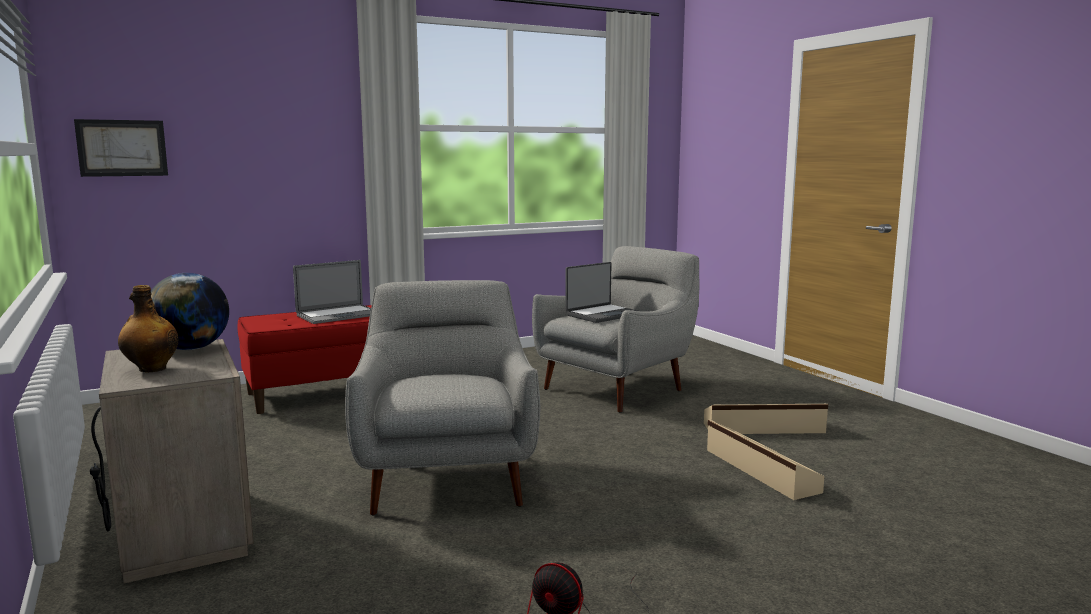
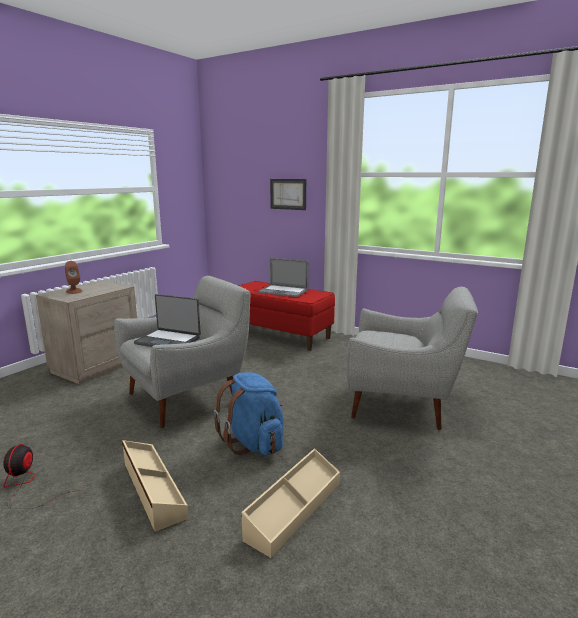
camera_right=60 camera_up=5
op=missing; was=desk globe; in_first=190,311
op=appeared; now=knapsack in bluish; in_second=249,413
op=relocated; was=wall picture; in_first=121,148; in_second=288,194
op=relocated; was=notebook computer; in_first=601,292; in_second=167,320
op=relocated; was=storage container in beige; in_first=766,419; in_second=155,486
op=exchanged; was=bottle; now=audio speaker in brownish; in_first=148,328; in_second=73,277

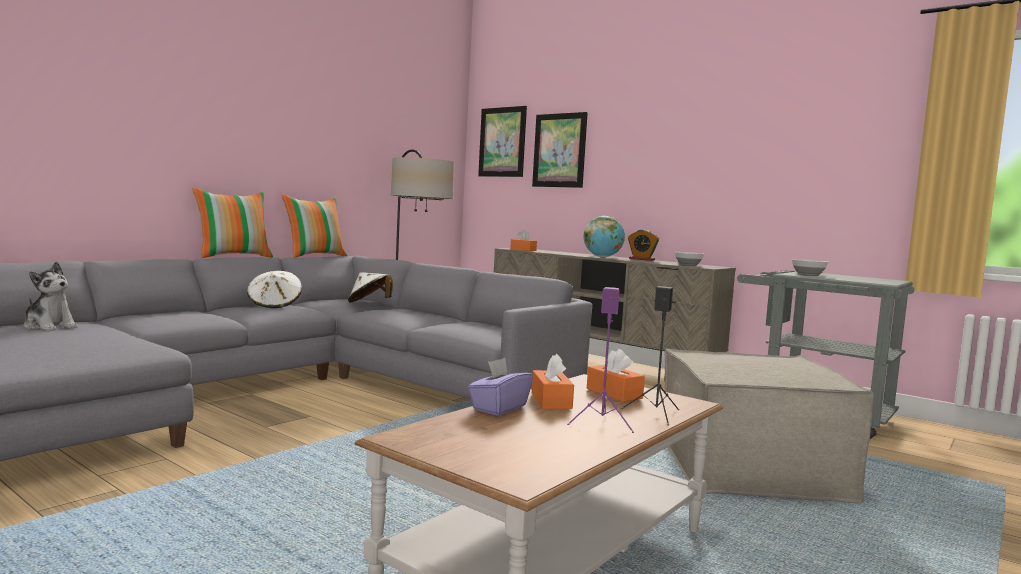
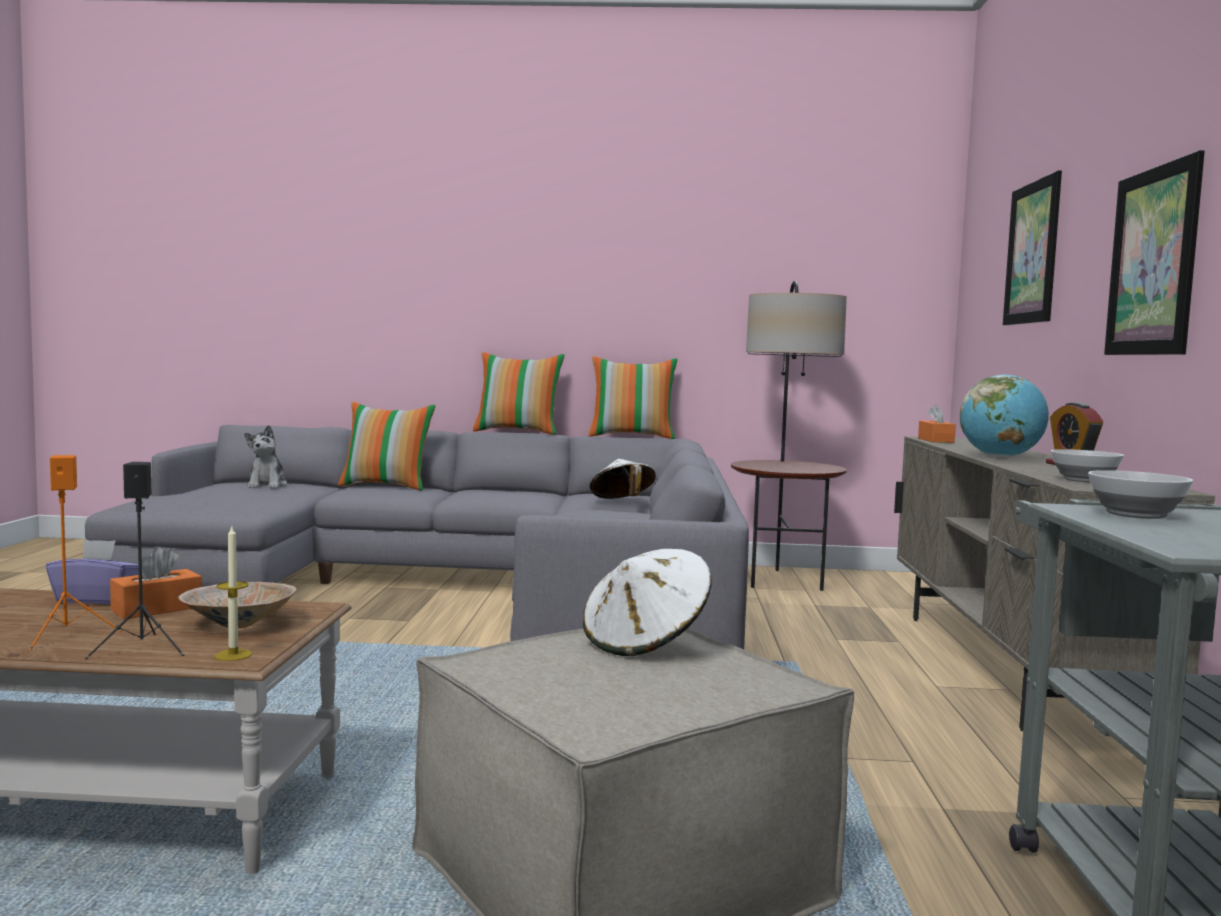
camera_right=55 camera_up=0
op=appeared; now=wax light; in_second=233,594
op=appeared; now=pillow; in_second=387,446
op=relocated; was=clothing hat in white-coloured; in_first=274,289; in_second=647,602
op=relocated; was=wall picture; in_first=502,141; in_second=1154,252
op=exchanged; was=tissue holder in orangey; now=deep dish in beige; in_first=616,375; in_second=237,605
op=colour; was=audio speaker in purple; now=audio speaker in orangey; in_first=600,360; in_second=75,552

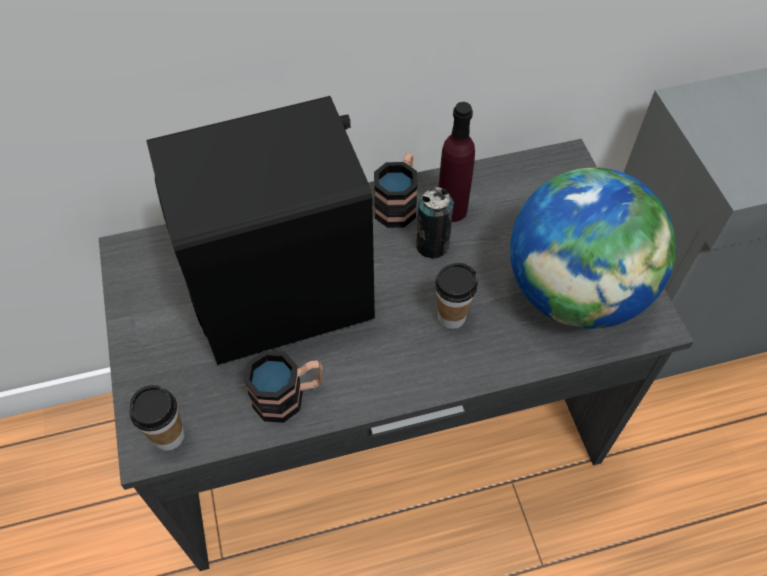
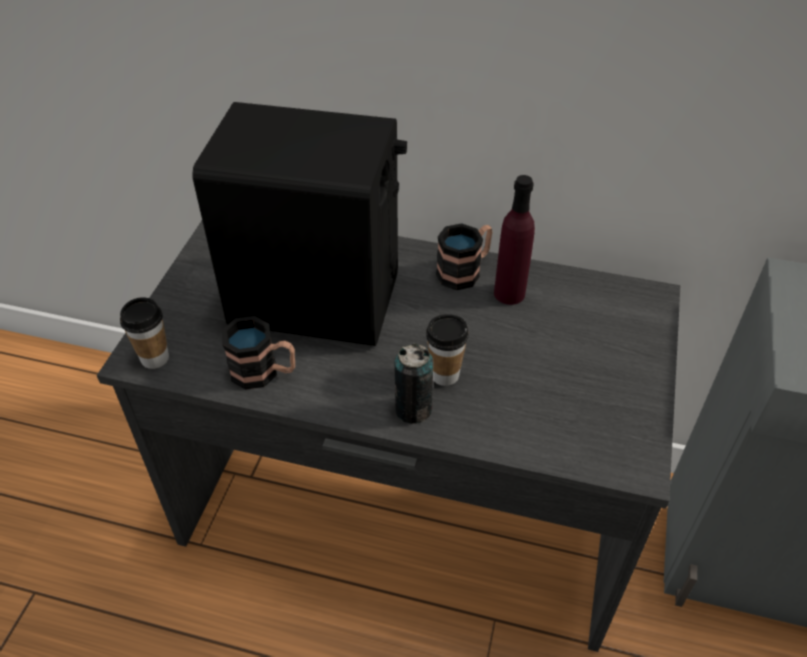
camera_right=30 camera_up=-10
op=missing; was=desk globe; in_first=593,248
op=relocated; was=sealed can; in_first=435,223; in_second=413,383

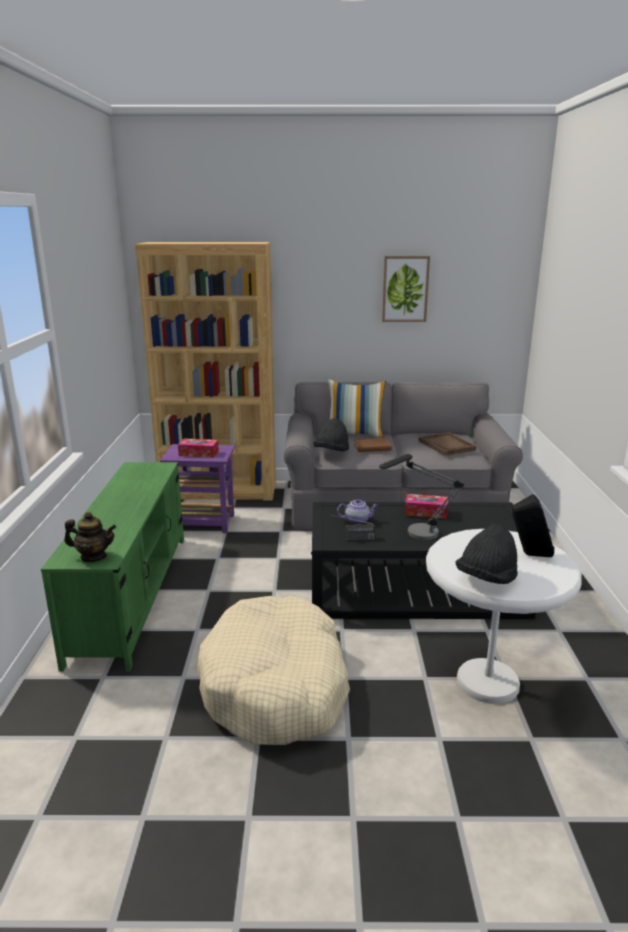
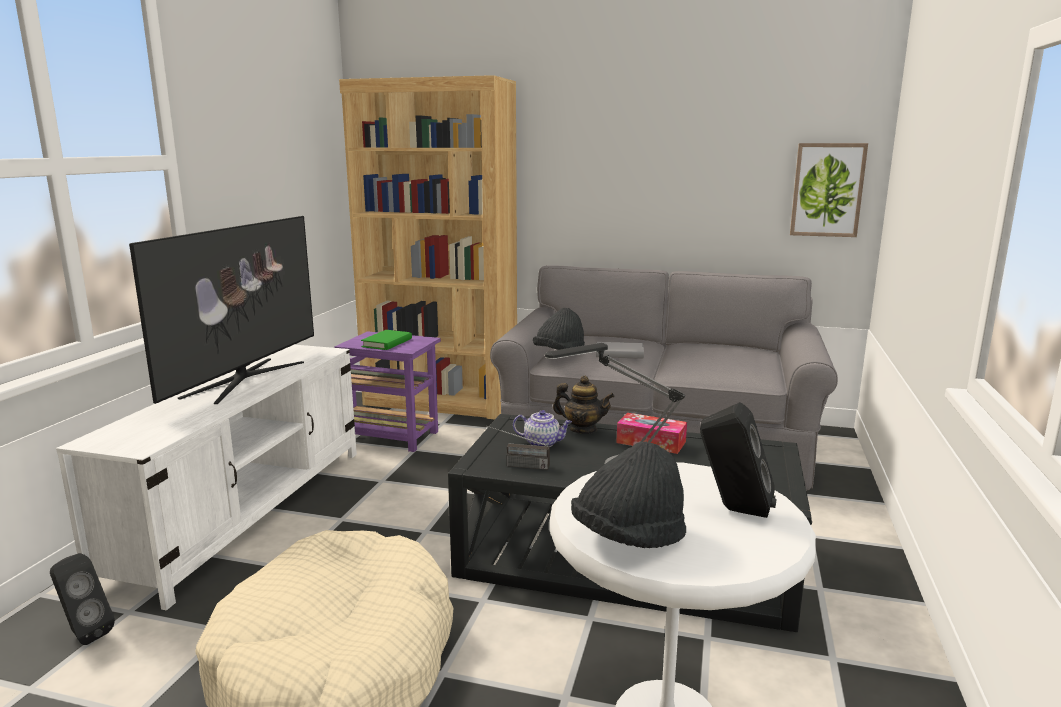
camera_right=15 camera_up=-5
op=missing; was=pillow; in_first=357,408
op=missing; was=carrying tray in brownish; in_first=447,444
op=appeared; now=audio speaker in blackish; in_second=82,599
op=appeared; now=TV; in_second=221,310
op=relocated; was=teapot; in_first=90,537; in_second=583,405
op=relocated; was=wall picture; in_first=406,289; in_second=829,190
op=exchanged; was=tissue holder; now=volume in greenish; in_first=198,448; in_second=386,340
op=colour; was=tv stand in greenish; now=tv stand in white-coloured; in_first=112,567; in_second=206,477
op=colour; was=volume in brownish; now=volume in grey; in_first=373,445; in_second=620,350

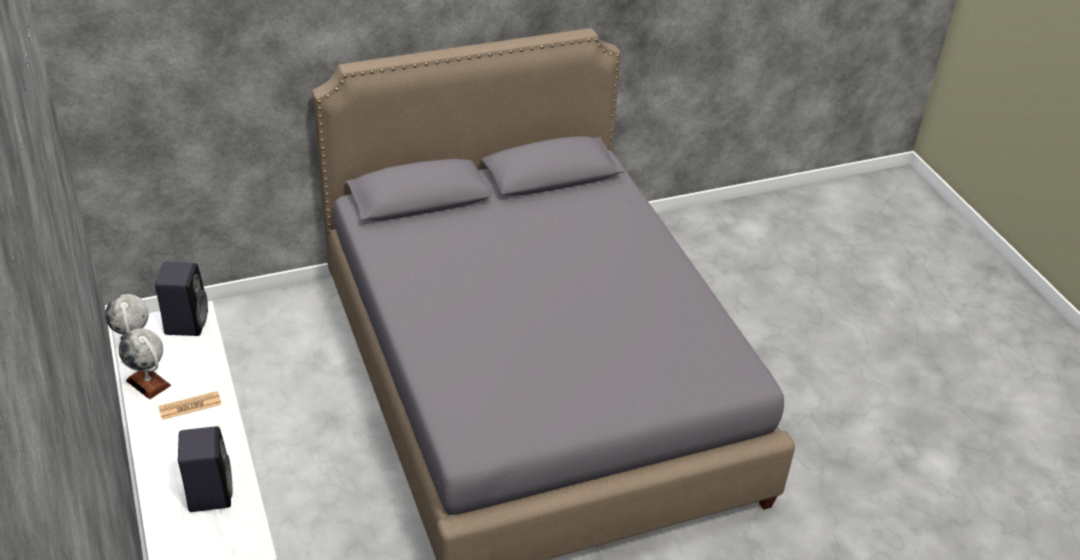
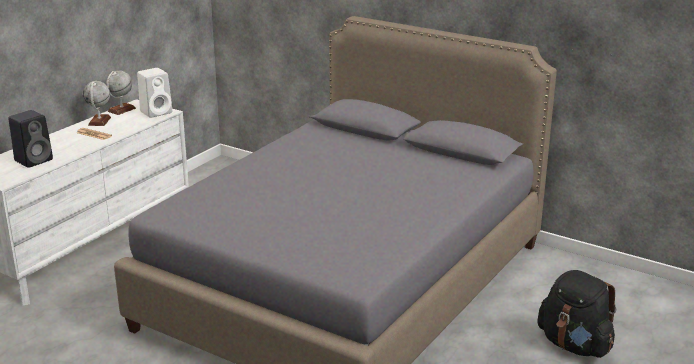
camera_right=55 camera_up=-15
op=appeared; now=knapsack in blackish; in_second=577,314
op=colour; was=audio speaker in blackish; now=audio speaker in white-coloured; in_first=181,299; in_second=154,93

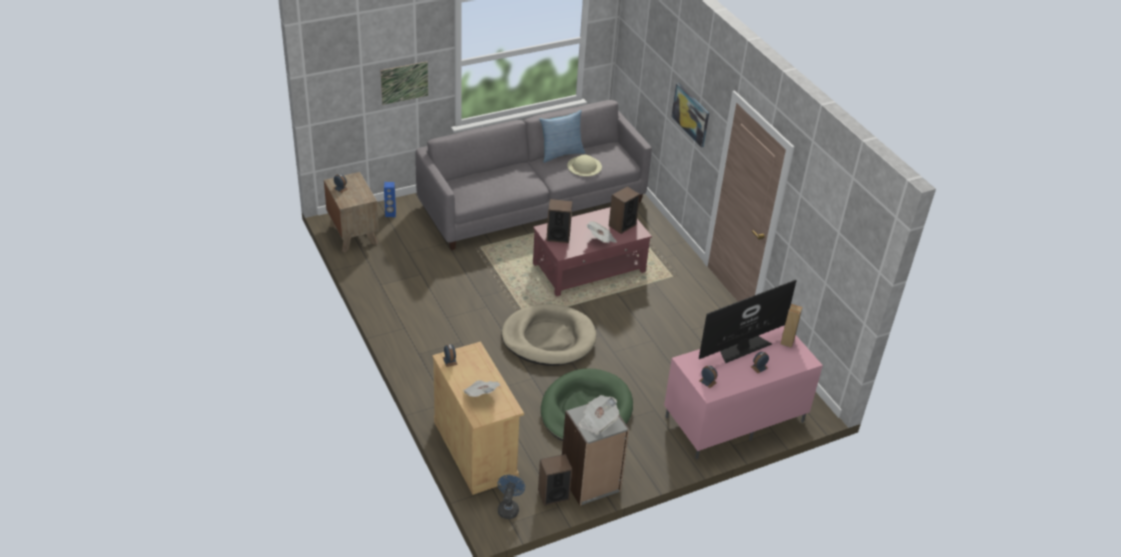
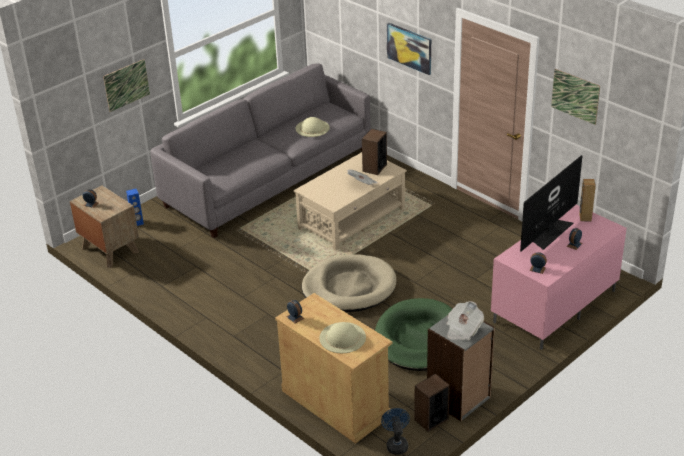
camera_right=-15 camera_up=-5
op=missing; was=pillow; in_first=562,136
op=missing; was=audio speaker; in_first=559,221
op=appeared; now=wall picture; in_second=575,97
op=exchanged; was=printed paper; now=clothing hat in beige; in_first=481,388; in_second=342,337
op=colour; was=coffee table in red; now=coffee table in beige; in_first=592,252; in_second=350,201

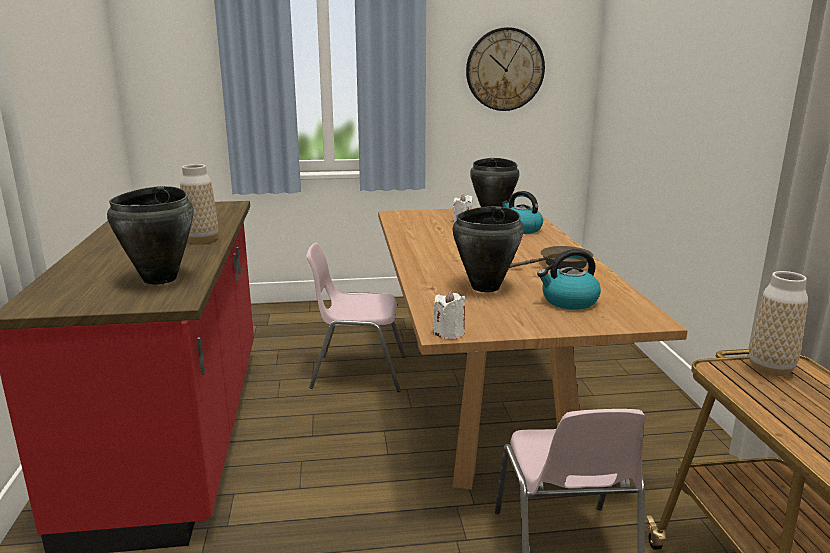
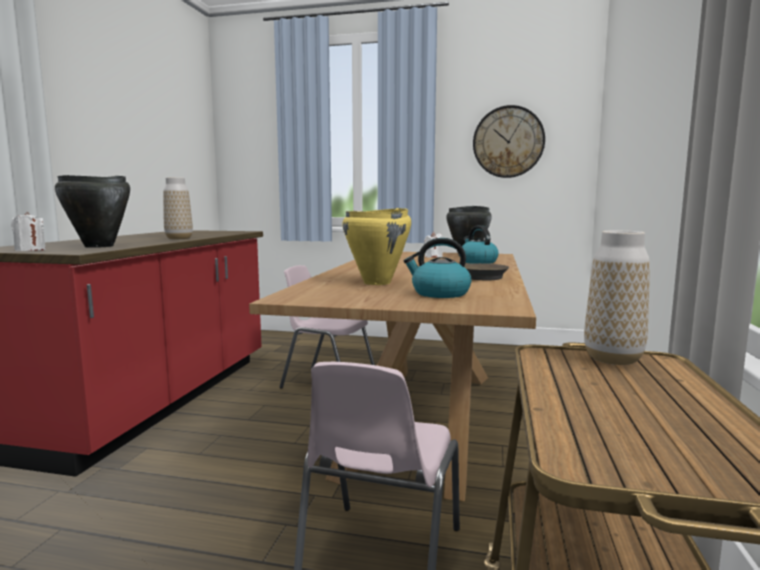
camera_right=20 camera_up=-10
op=relocated; was=wax light in white-coloured; in_first=449,314; in_second=28,231
op=colour; was=saucepot in blackish; now=saucepot in yellowish; in_first=488,249; in_second=376,246

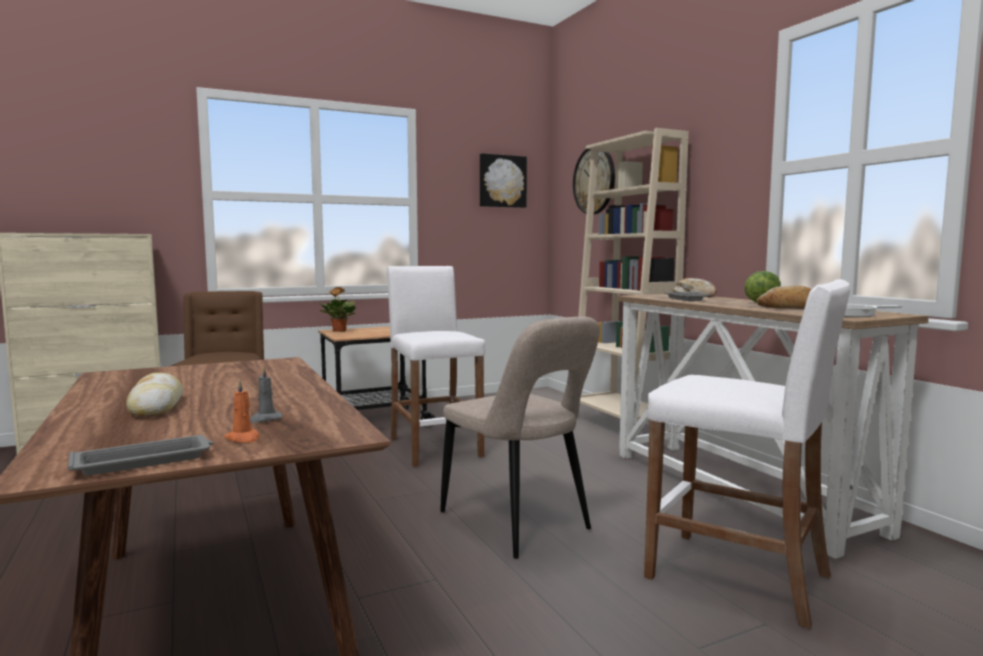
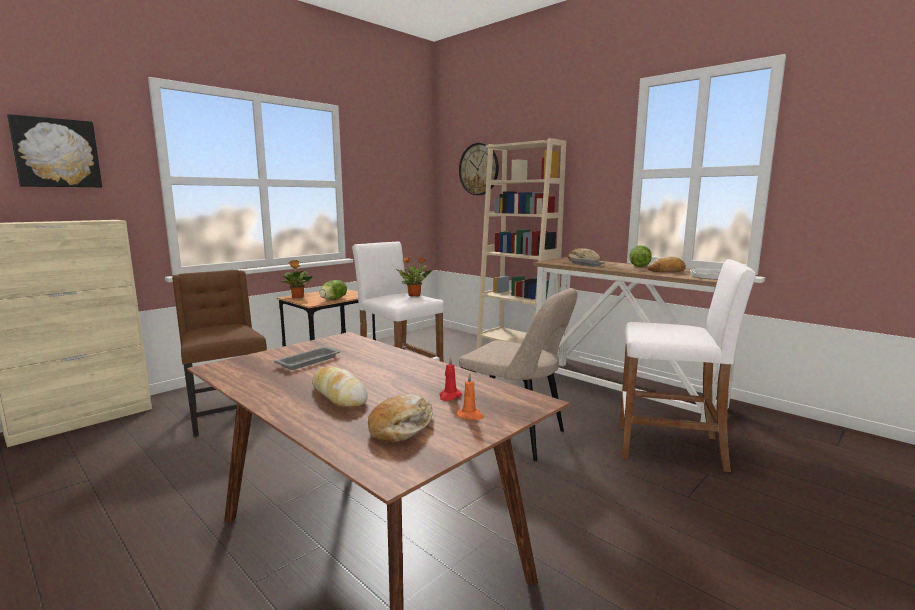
camera_right=-20 camera_up=5
op=appeared; now=lettuce head; in_second=333,290
op=appeared; now=baked bread; in_second=400,418
op=appeared; now=houseplant; in_second=414,276
op=relocated; was=carrying tray in grey; in_first=141,455; in_second=307,358
op=relocated; was=wall picture; in_first=503,180; in_second=54,151
op=colour; was=wax light in grey; now=wax light in red; in_first=266,395; in_second=450,379

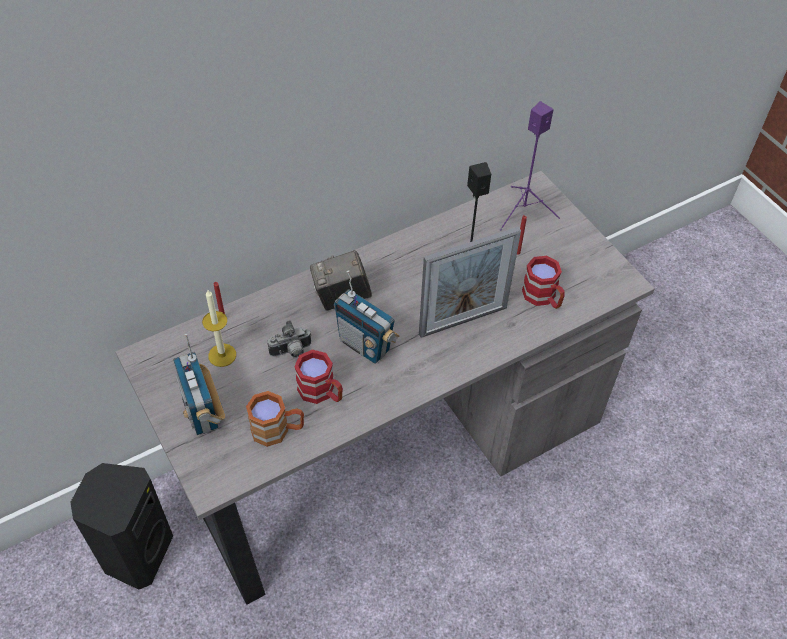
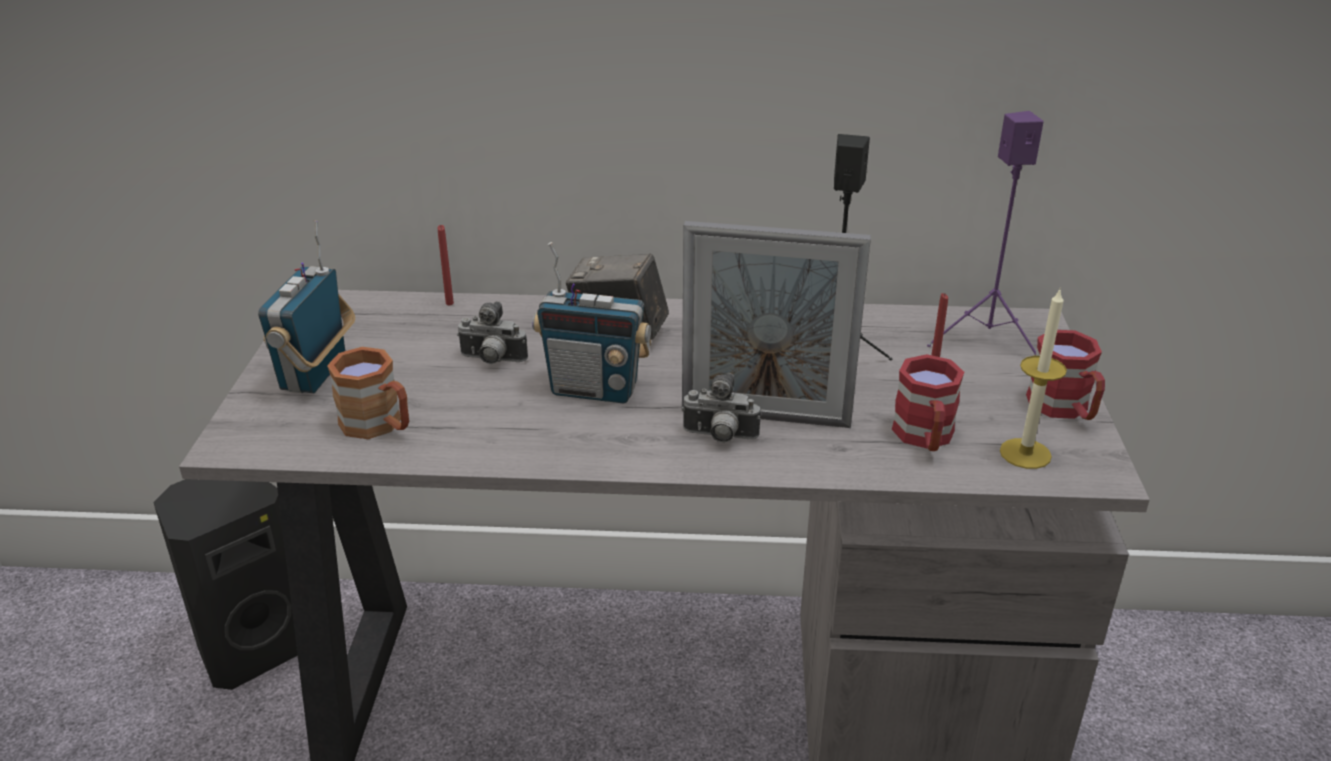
camera_right=35 camera_up=-20
op=appeared; now=photo camera; in_second=721,408
op=relocated; was=wax light; in_first=219,328; in_second=1033,378
op=relocated; was=coffee mug in red; in_first=318,377; in_second=1065,375
op=spun; was=radio receiver; in_first=367,317; in_second=591,322; clockwise=-60

